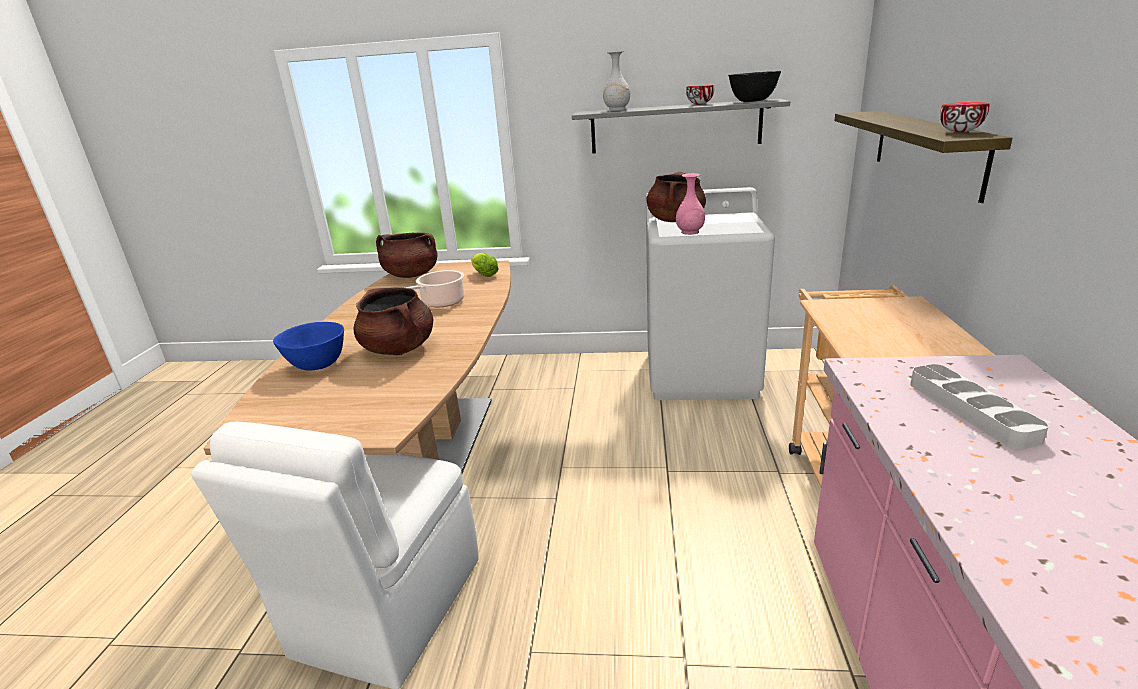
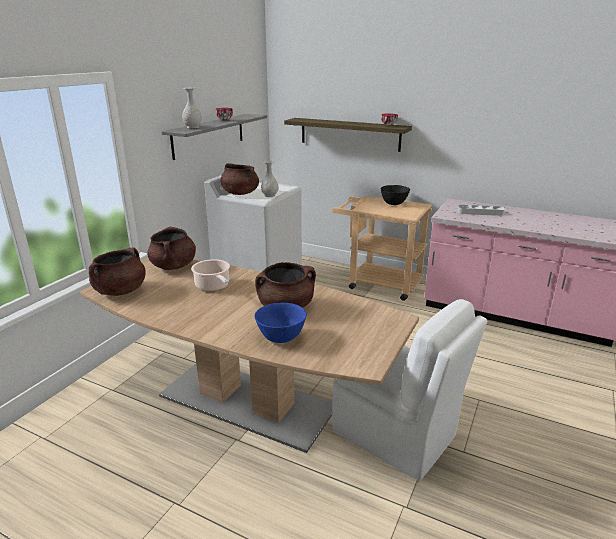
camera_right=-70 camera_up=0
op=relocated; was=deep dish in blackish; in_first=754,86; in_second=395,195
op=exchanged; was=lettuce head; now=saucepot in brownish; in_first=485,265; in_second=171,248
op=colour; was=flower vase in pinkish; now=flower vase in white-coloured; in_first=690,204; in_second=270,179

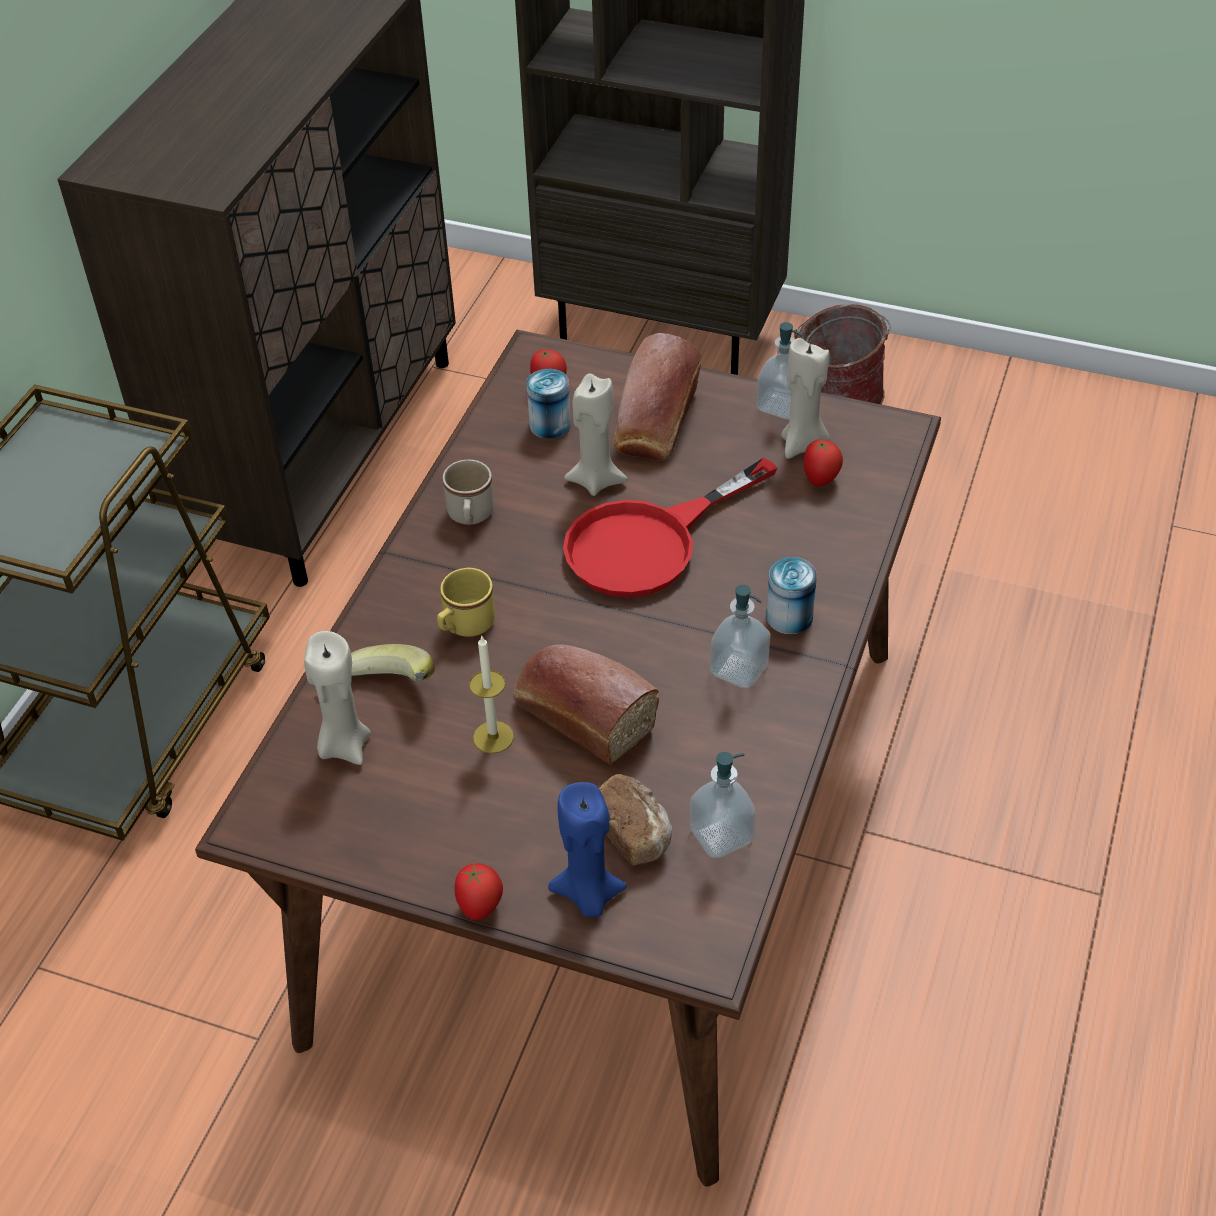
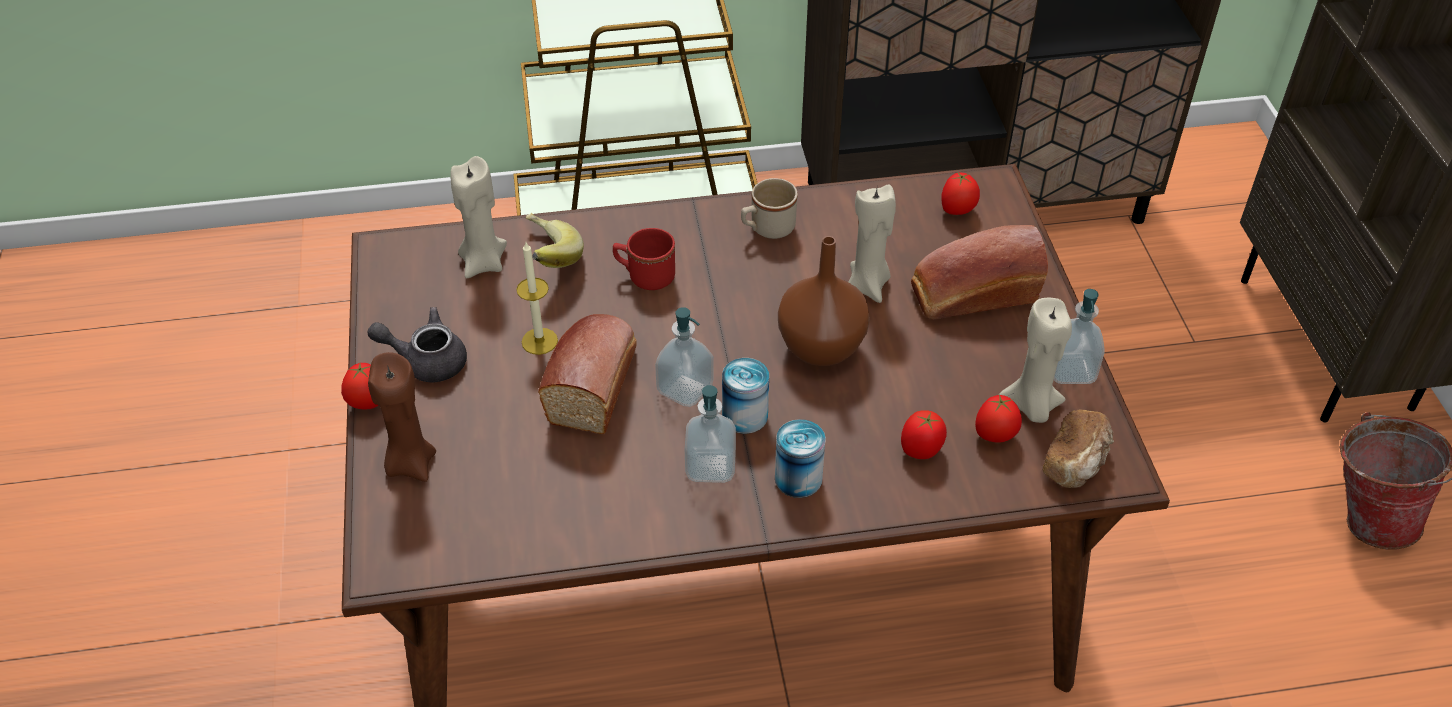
camera_right=60 camera_up=0
op=appeared; now=teapot in grey; in_second=417,344
op=appeared; now=fresh tomato; in_second=924,434
op=relocated; was=sealed can; in_first=548,404; in_second=745,396
op=relocated; was=baked bread; in_first=635,819; in_second=1078,449
op=relocated; was=soap dispenser; in_first=723,805; in_second=684,357
op=exchanged; was=pan in red; now=flower vase in brownish; in_first=670,527; in_second=824,301
op=colour; was=coffee mug in yellowish; now=coffee mug in red; in_first=466,602; in_second=644,259
op=colour; was=wax light in bluish; now=wax light in brownish; in_first=587,849; in_second=402,417

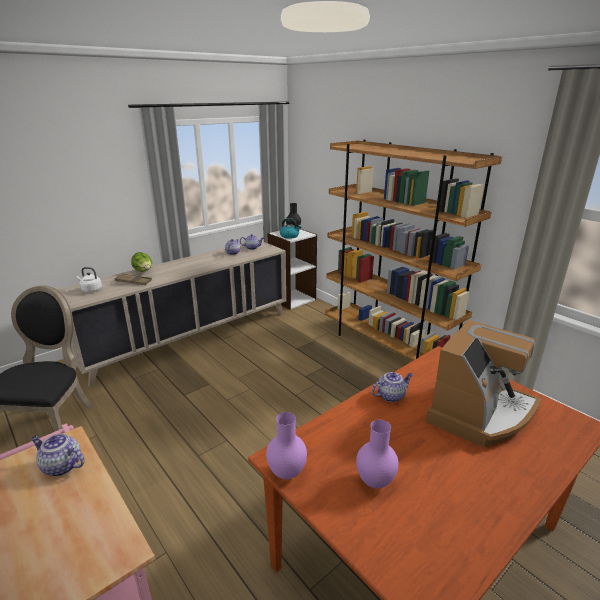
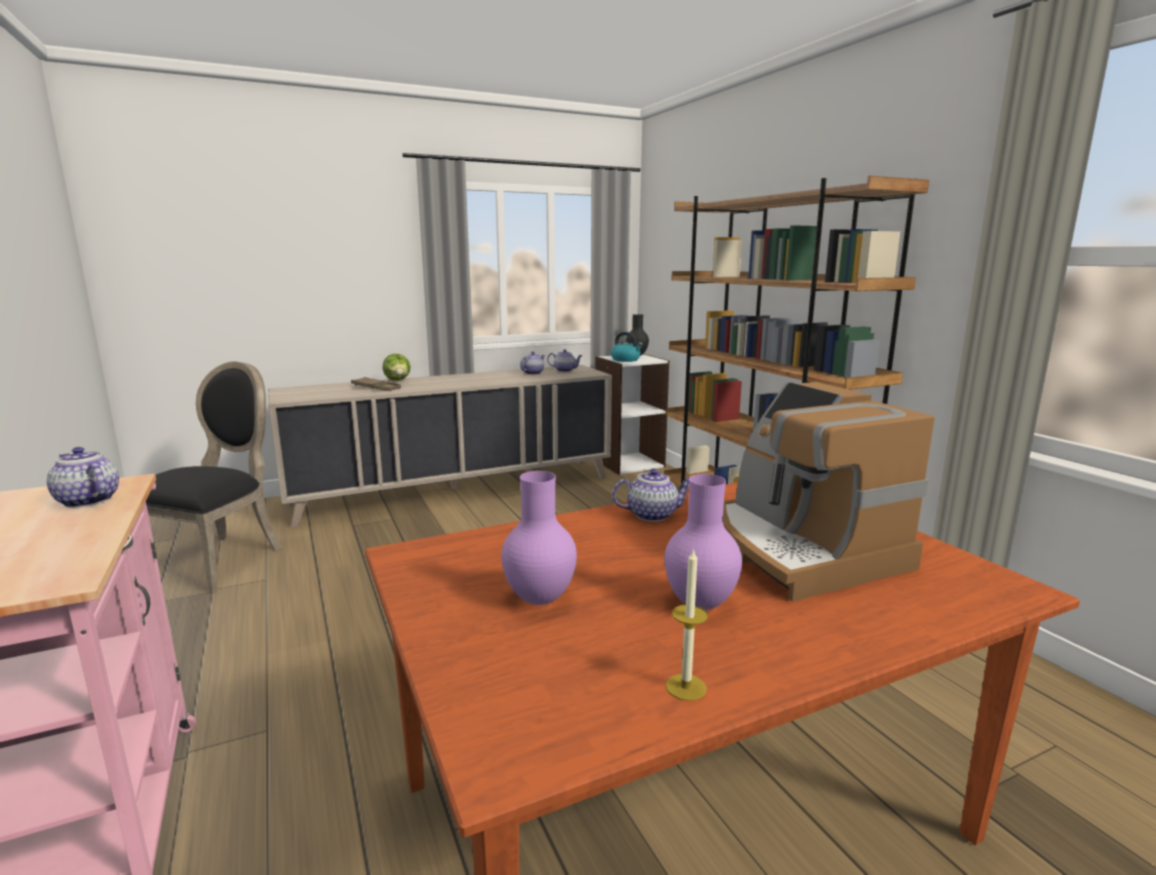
camera_right=15 camera_up=-10
op=missing; was=tea kettle in white-coloured; in_first=89,279
op=appeared; now=wax light; in_second=687,624
op=relocated; was=flower vase in purple; in_first=286,445; in_second=703,542
op=spun; was=coffee maker; in_first=484,383; in_second=828,492; clockwise=105

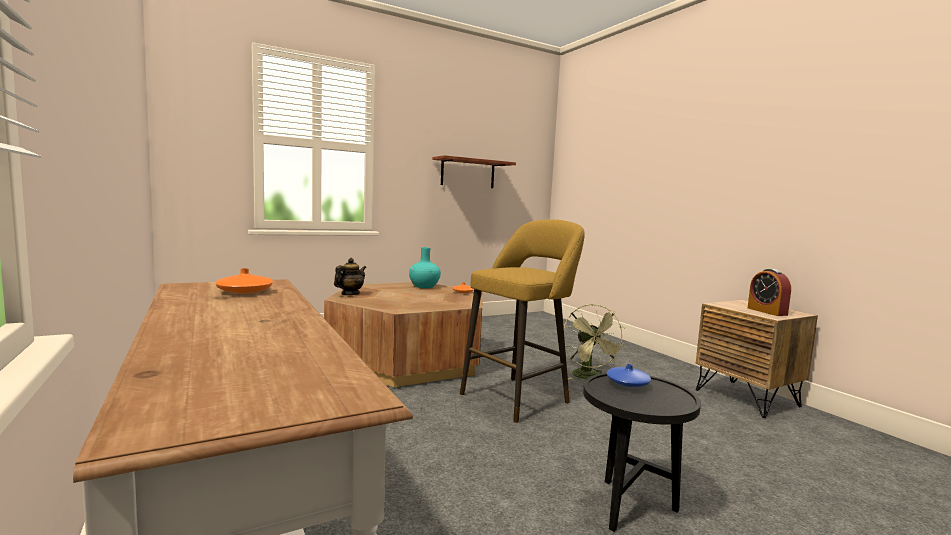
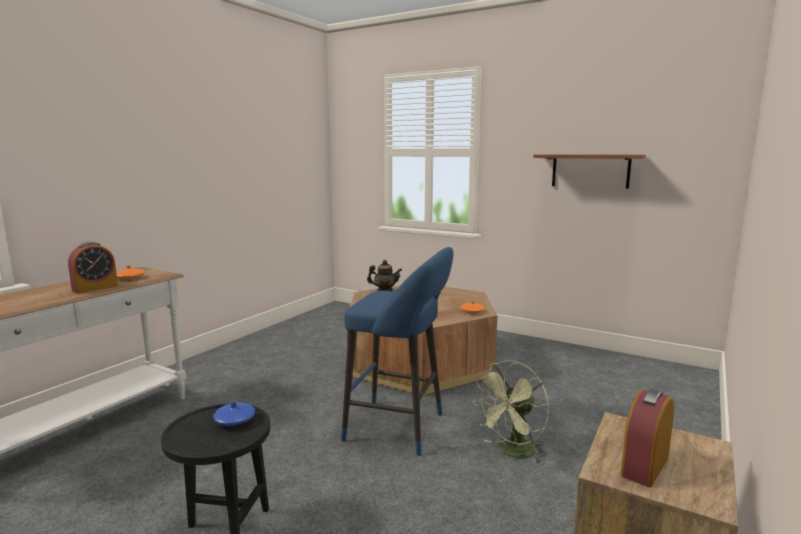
camera_right=60 camera_up=5
op=missing; was=flower vase in turquoise; in_first=425,267
op=appeared; now=bedside clock; in_second=93,268
op=colour; was=stool seat in yellowish; now=stool seat in bluish; in_first=522,321; in_second=397,351

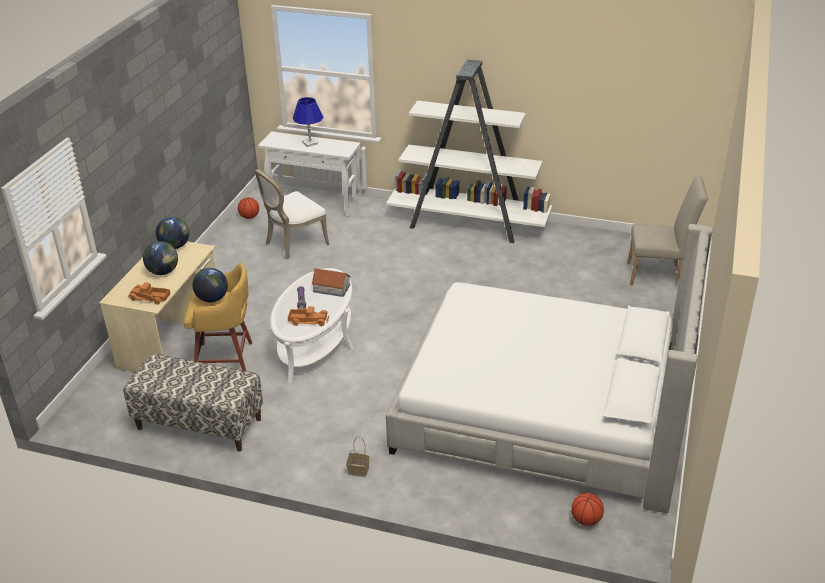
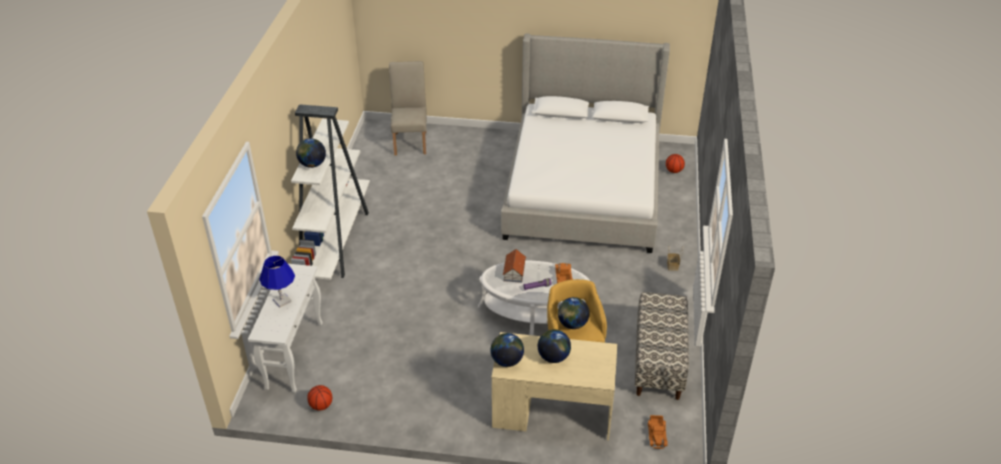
camera_right=-100 camera_up=5
op=missing; was=chair in white-coloured; in_first=292,214
op=appeared; now=desk globe; in_second=311,153
op=relocated; was=toy truck; in_first=149,293; in_second=658,432

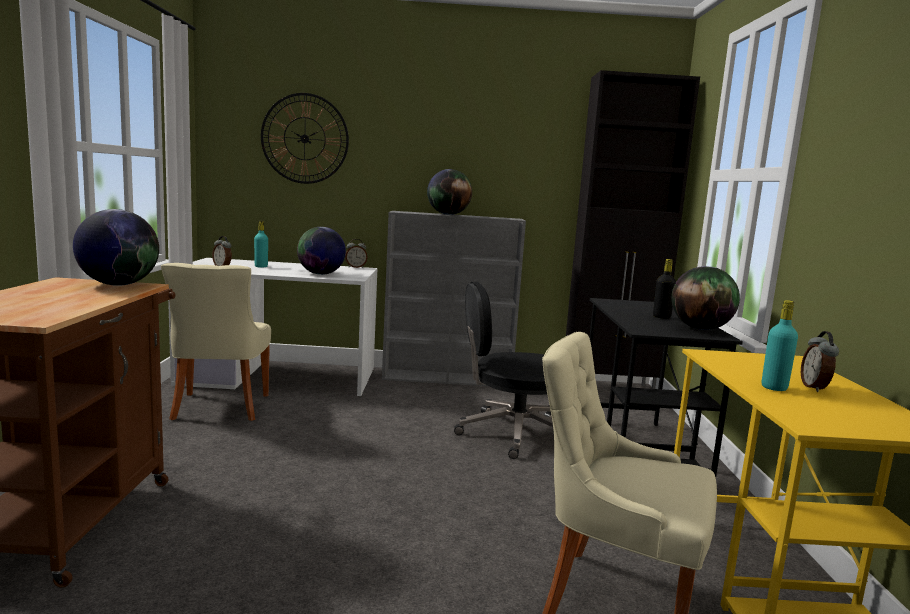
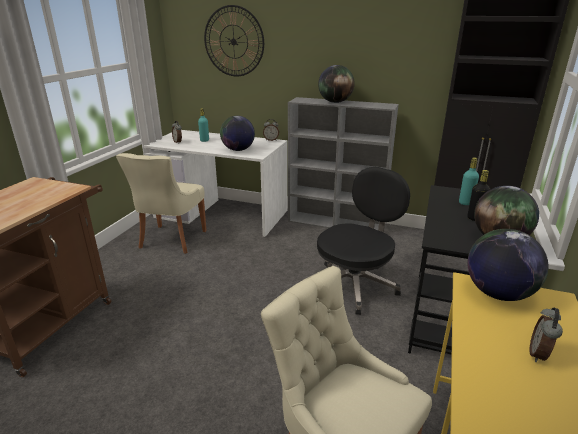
camera_right=20 camera_up=15
op=relocated; was=desk globe; in_first=116,247; in_second=507,265
op=relocated; was=bottle in turquoise; in_first=780,345; in_second=469,181
op=spun; was=desk chair in blackish; in_first=503,370; in_second=363,241; clockwise=120

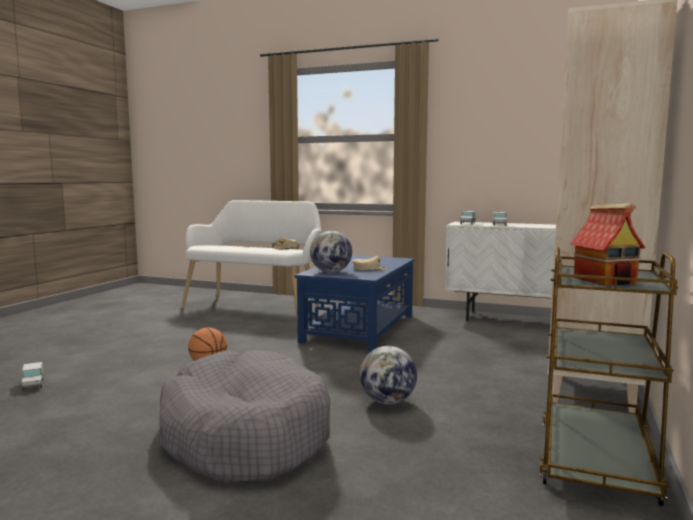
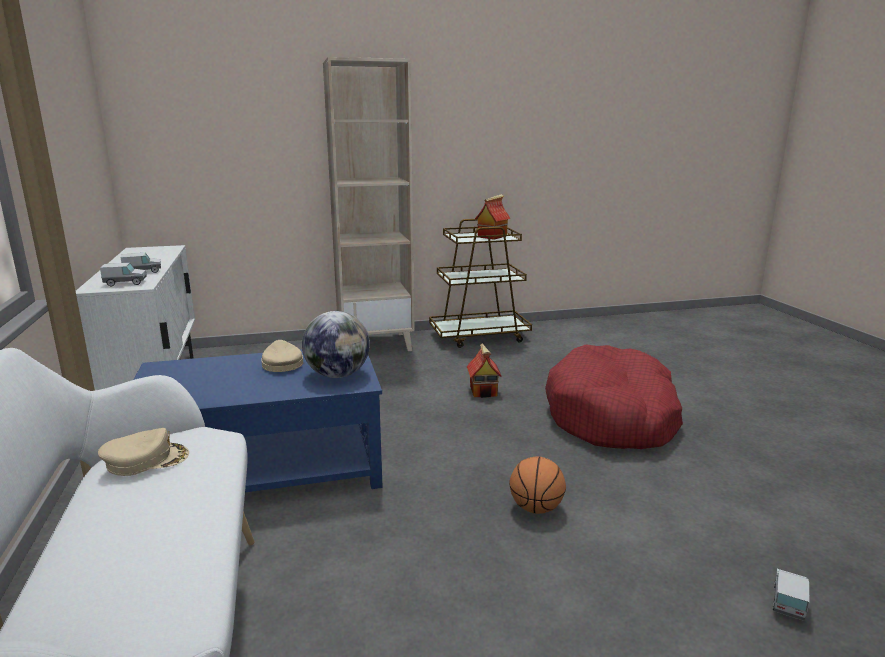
camera_right=-125 camera_up=10
op=exchanged; was=desk globe; now=toy house; in_first=388,375; in_second=484,371
op=colour; was=dog cushion in grey; now=dog cushion in red; in_first=244,416; in_second=614,396

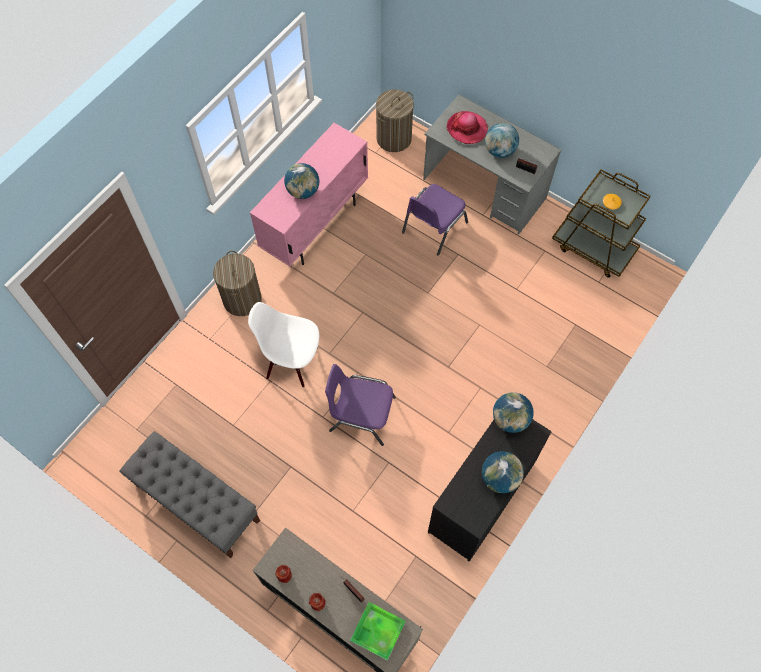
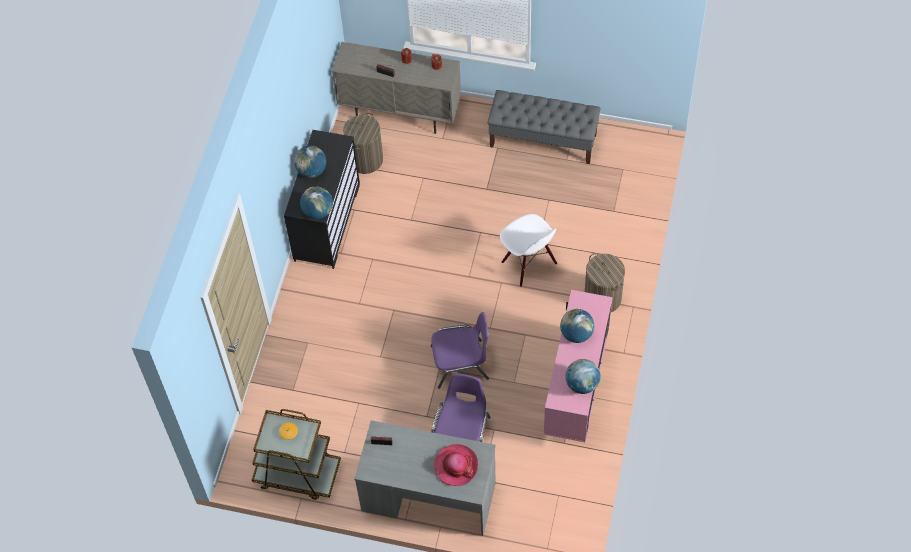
camera_right=160 camera_up=-5
op=missing; was=carrying tray; in_first=378,631
op=relocated; was=chair in purple; in_first=360,405; in_second=460,350
op=relocated; was=hamper; in_first=395,120; in_second=363,143
op=relocated; was=desk globe; in_first=502,140; in_second=583,376
op=spun; was=chair in white-coloured; in_first=283,344; in_second=528,250; clockwise=60

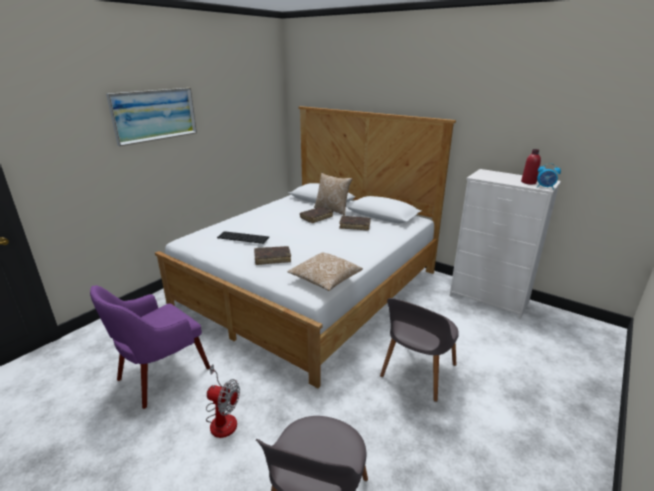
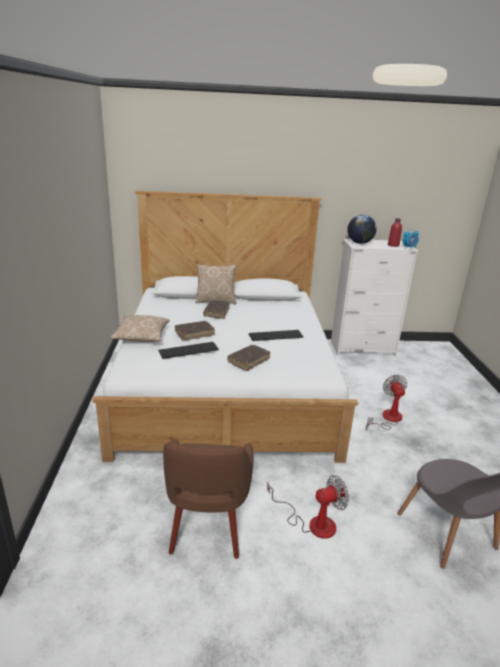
camera_right=-40 camera_up=0
op=missing; was=wall picture; in_first=151,117
op=appeared; now=PC keyboard; in_second=276,335
op=appeared; now=desk globe; in_second=362,229
op=relocated; was=pillow; in_first=325,272; in_second=140,328
op=relocated; was=volume in brownish; in_first=355,223; in_second=195,331
op=exchanged; was=chair in grey; now=cooling fan; in_first=419,350; in_second=386,402
op=colour; was=armchair in purple; now=armchair in brownish; in_first=150,347; in_second=208,499

